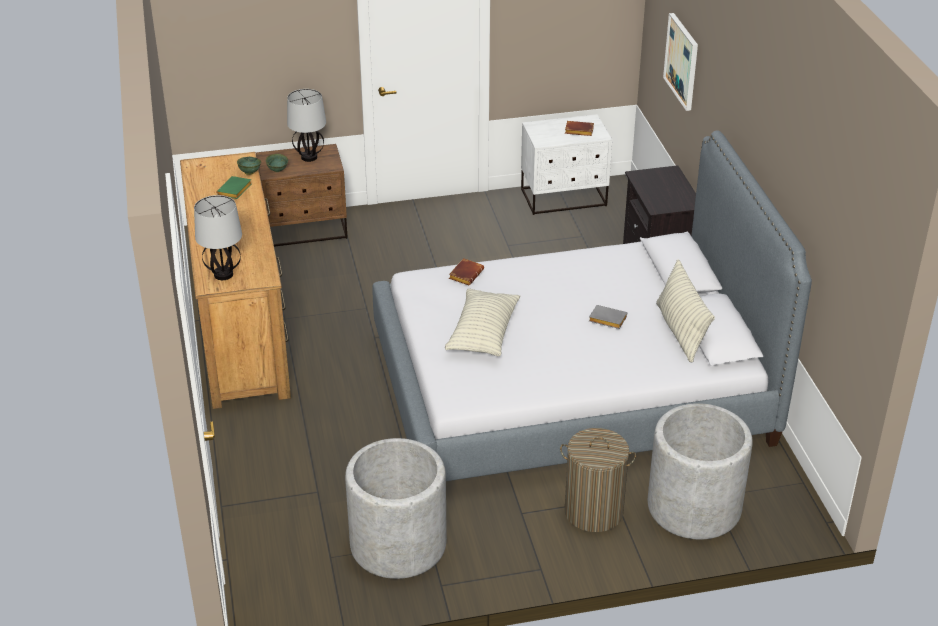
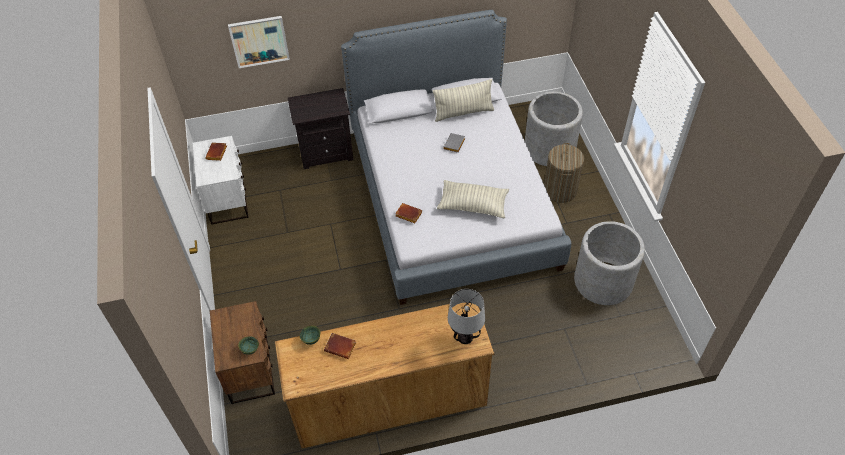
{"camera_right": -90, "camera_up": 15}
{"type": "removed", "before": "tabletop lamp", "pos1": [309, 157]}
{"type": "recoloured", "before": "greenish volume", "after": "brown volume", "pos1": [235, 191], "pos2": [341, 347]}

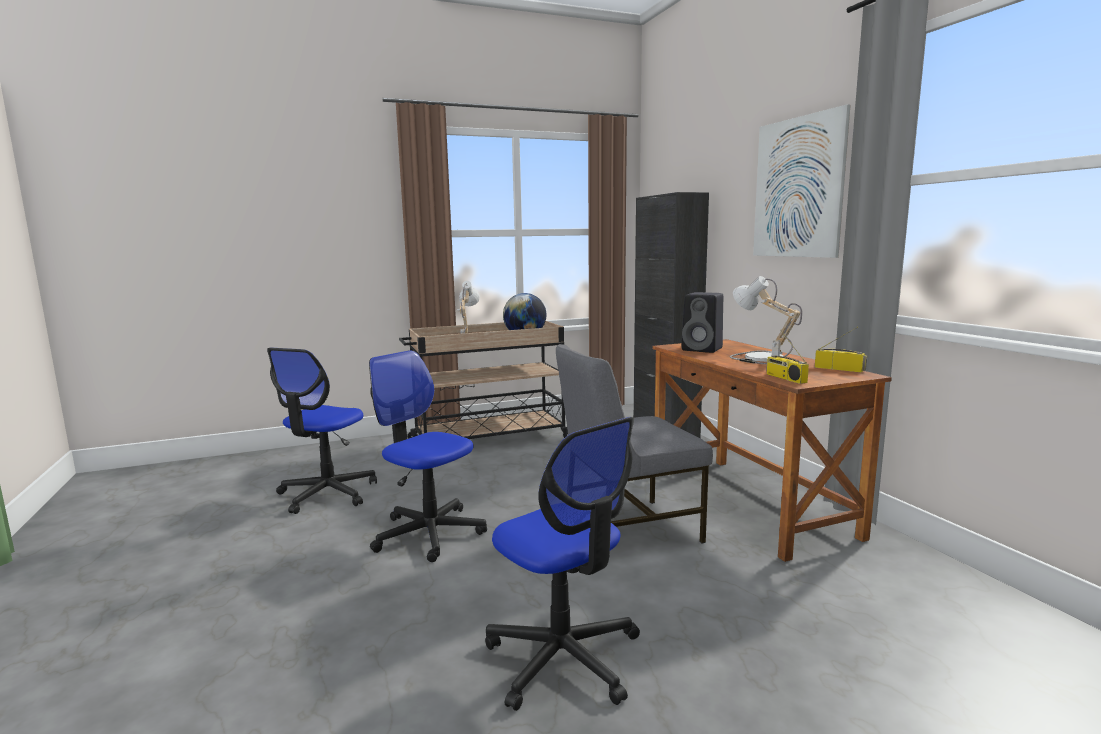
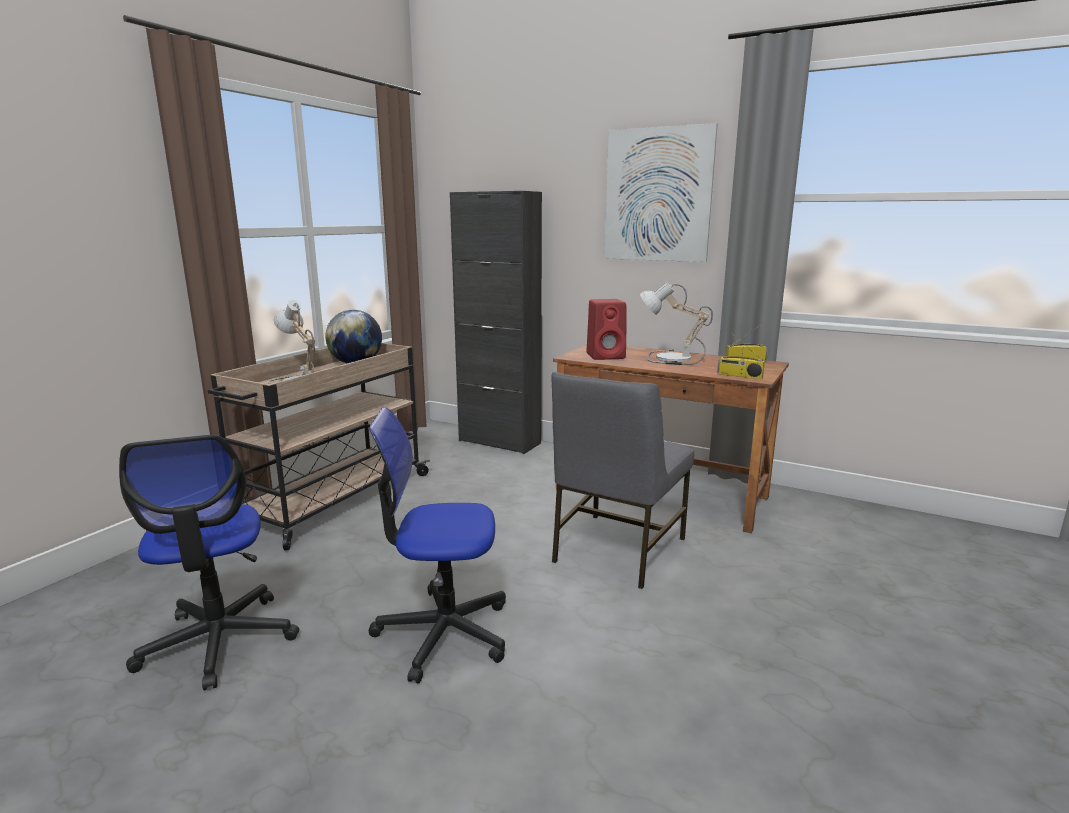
{"camera_right": -40, "camera_up": 5}
{"type": "removed", "before": "computer chair", "pos1": [564, 658]}
{"type": "recoloured", "before": "blackish audio speaker", "after": "red audio speaker", "pos1": [703, 349], "pos2": [607, 356]}

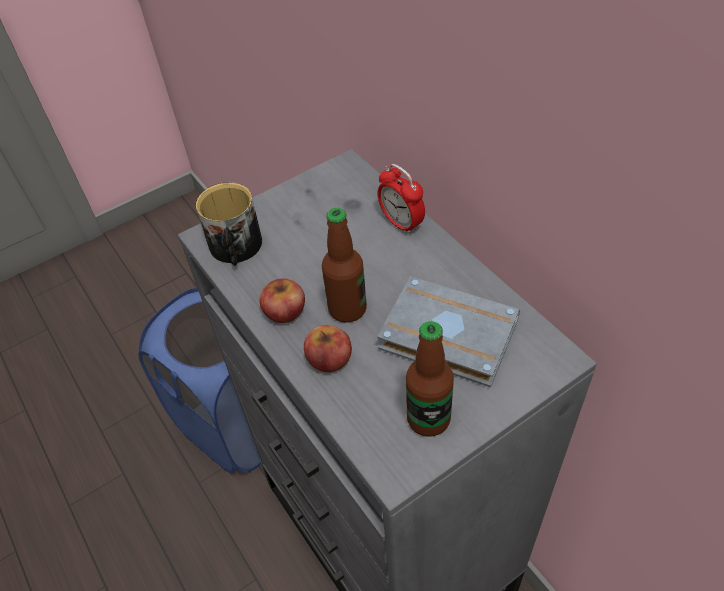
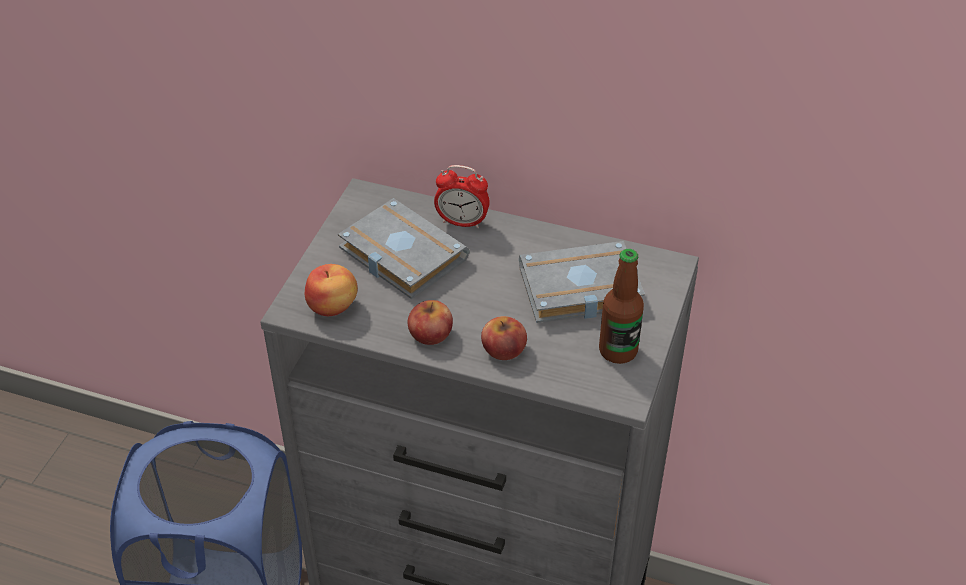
{"camera_right": -40, "camera_up": -5}
{"type": "removed", "before": "bottle", "pos1": [347, 309]}
{"type": "added", "after": "grey volume", "pos2": [399, 255]}
{"type": "replaced", "before": "mug", "after": "whole apple", "pos1": [236, 248], "pos2": [333, 307]}

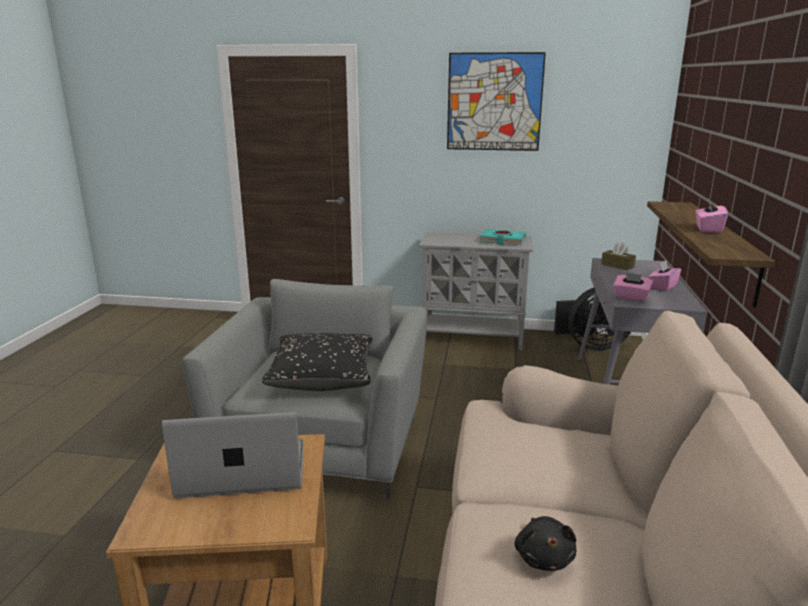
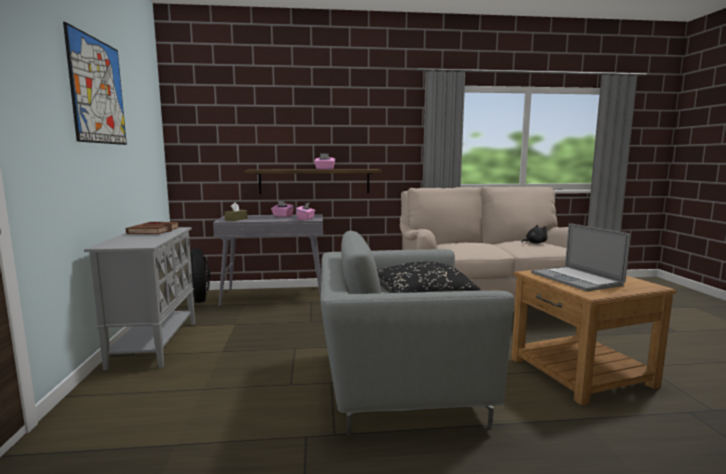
{"camera_right": -105, "camera_up": -10}
{"type": "recoloured", "before": "turquoise volume", "after": "brown volume", "pos1": [502, 240], "pos2": [154, 231]}

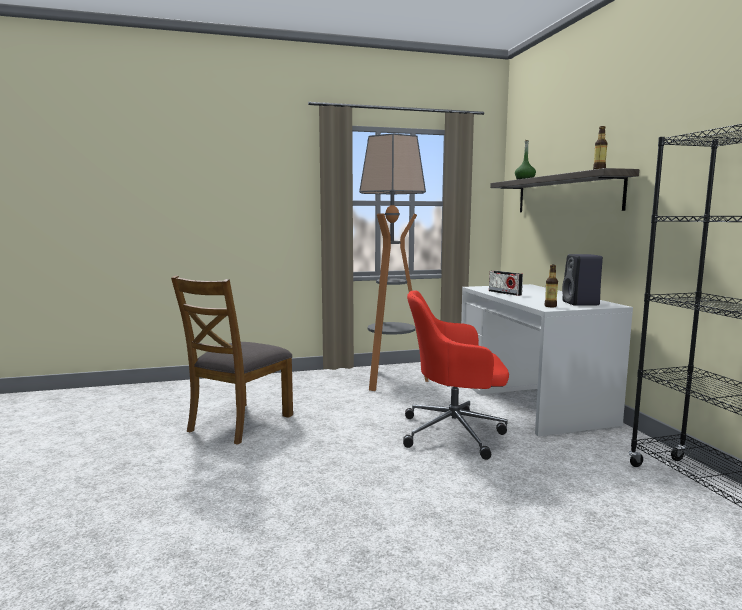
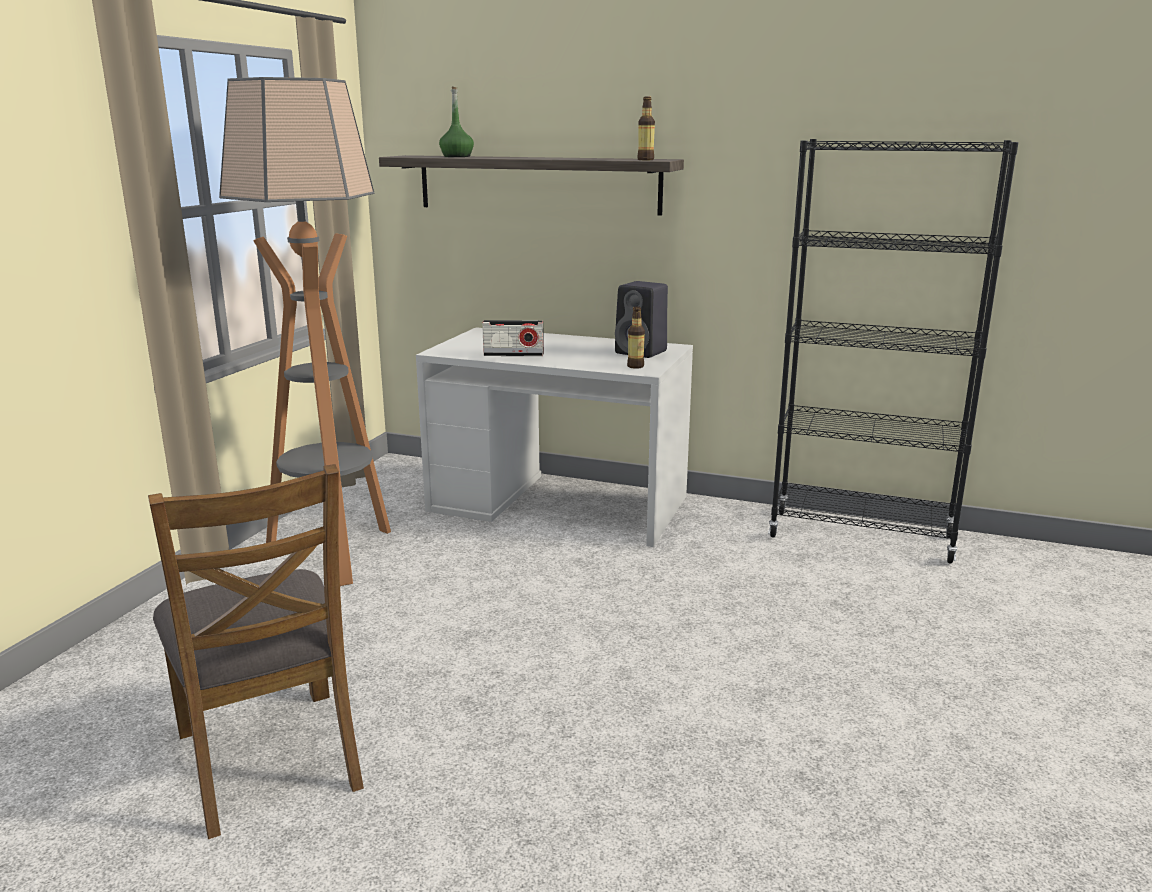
{"camera_right": -55, "camera_up": 10}
{"type": "removed", "before": "red computer chair", "pos1": [455, 433]}

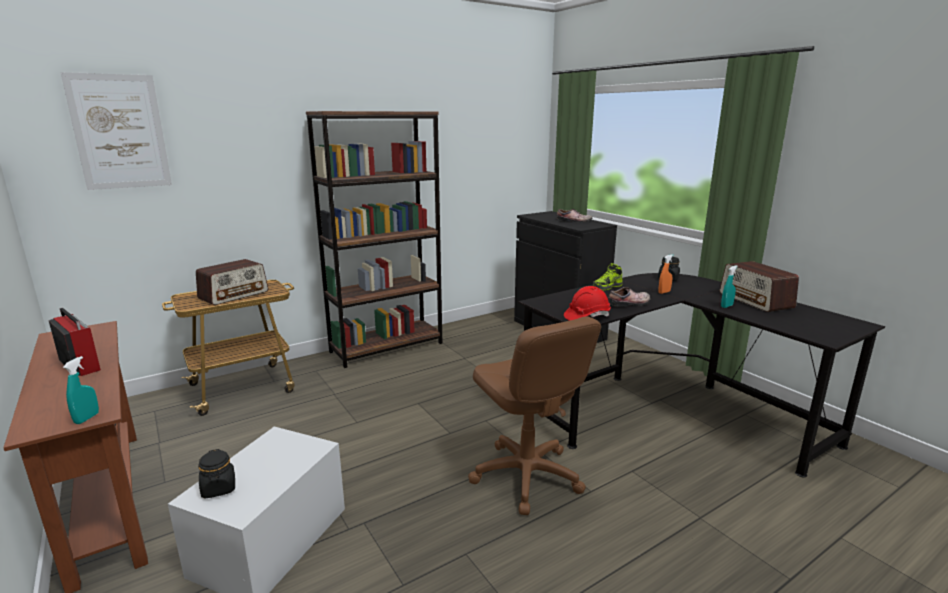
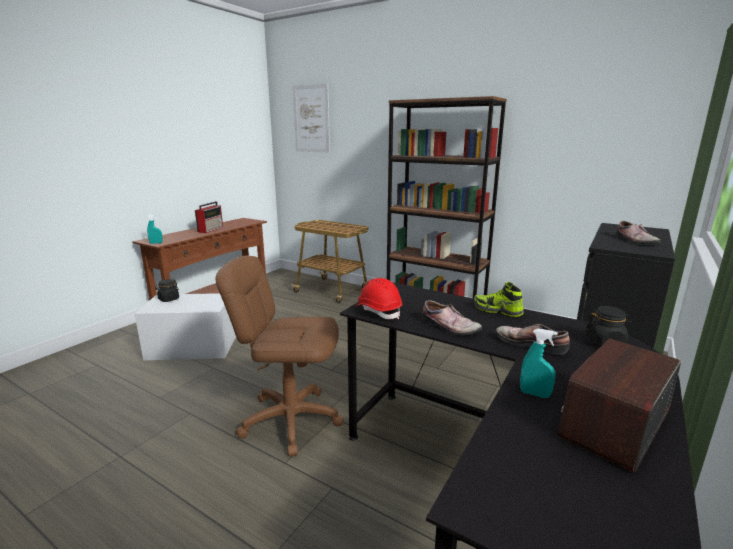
{"camera_right": 65, "camera_up": 0}
{"type": "removed", "before": "radio receiver", "pos1": [234, 295]}
{"type": "replaced", "before": "orange-coloured spray bottle", "after": "item of footwear", "pos1": [664, 292], "pos2": [531, 343]}
{"type": "turned", "before": "brown computer chair", "pos1": [526, 476], "pos2": [291, 419], "turn": 60}

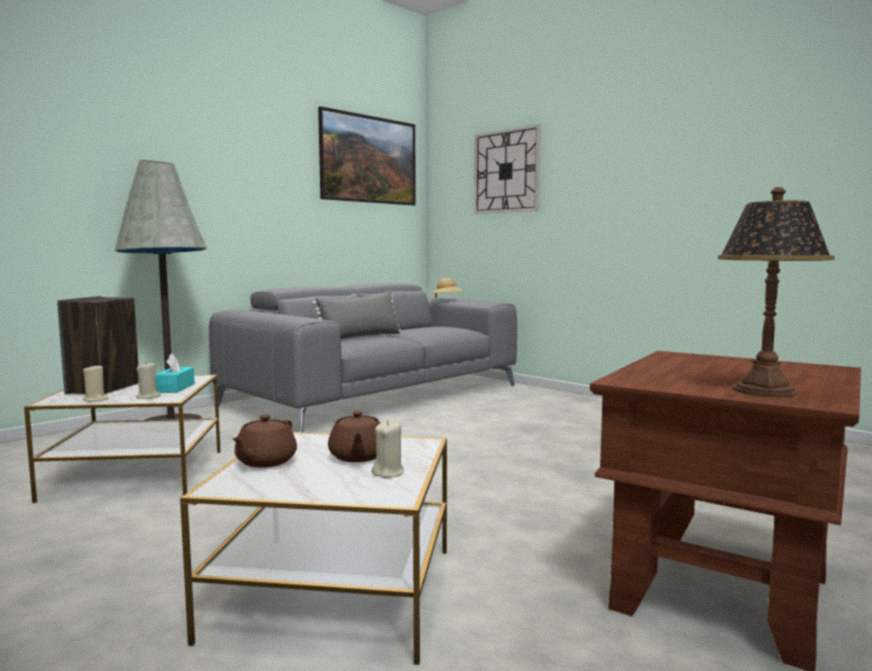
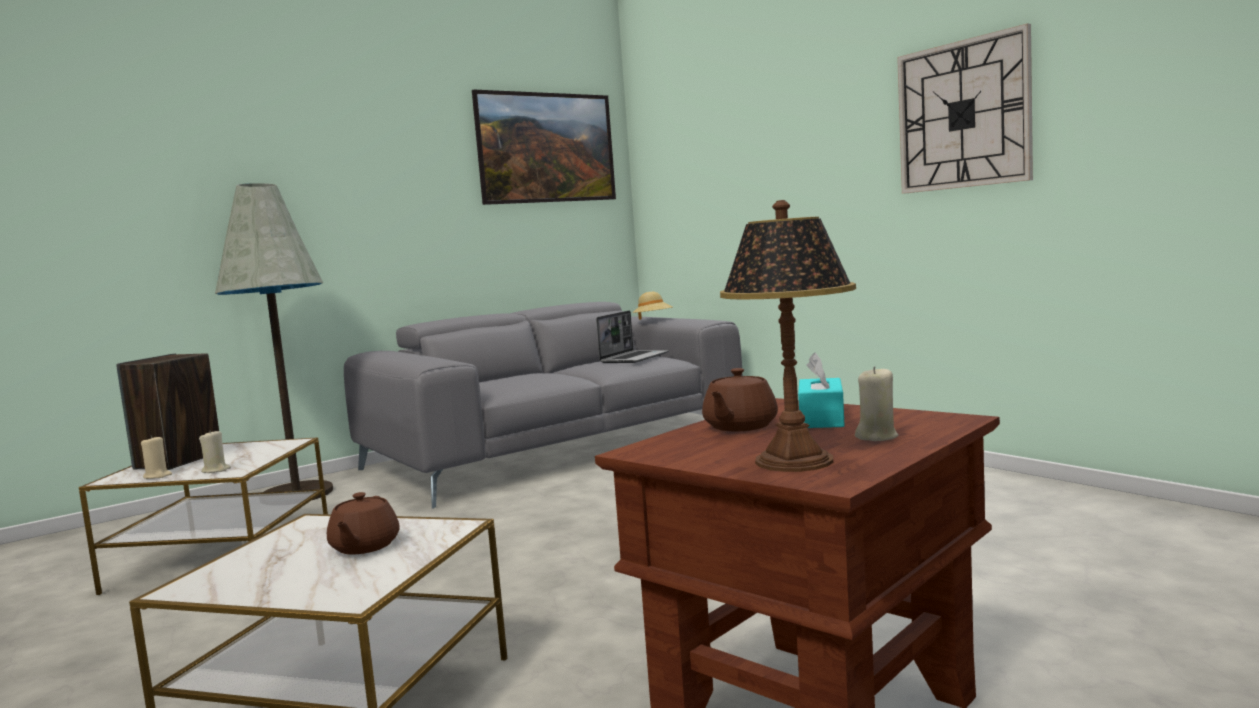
{"camera_right": 10, "camera_up": 0}
{"type": "removed", "before": "grey cushion", "pos1": [360, 337]}
{"type": "added", "after": "portable computer", "pos2": [634, 358]}
{"type": "moved", "before": "turquoise tissue holder", "pos1": [175, 388], "pos2": [821, 418]}
{"type": "moved", "before": "brown pot for tea", "pos1": [265, 462], "pos2": [739, 427]}
{"type": "moved", "before": "beige-coloured wax light", "pos1": [388, 473], "pos2": [877, 436]}
{"type": "moved", "before": "hanging clock", "pos1": [506, 171], "pos2": [963, 115]}

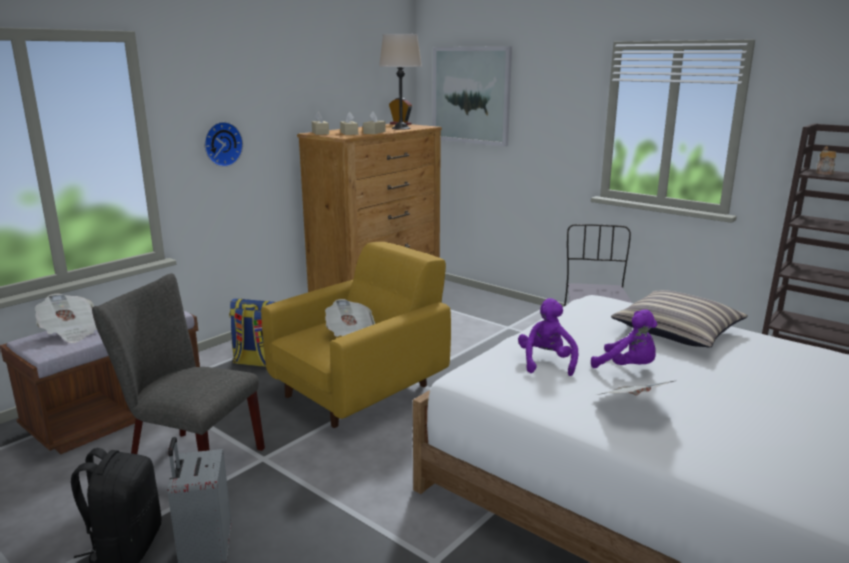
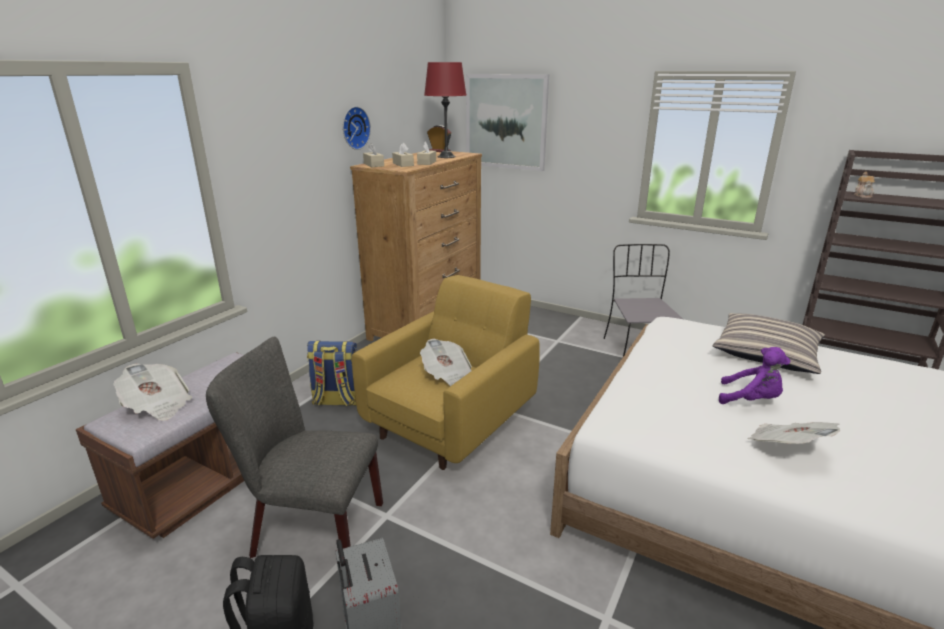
{"camera_right": -10, "camera_up": 5}
{"type": "removed", "before": "purple plush toy", "pos1": [546, 362]}
{"type": "moved", "before": "hanging clock", "pos1": [221, 144], "pos2": [354, 128]}
{"type": "recoloured", "before": "beige-coloured tabletop lamp", "after": "red tabletop lamp", "pos1": [401, 128], "pos2": [446, 156]}

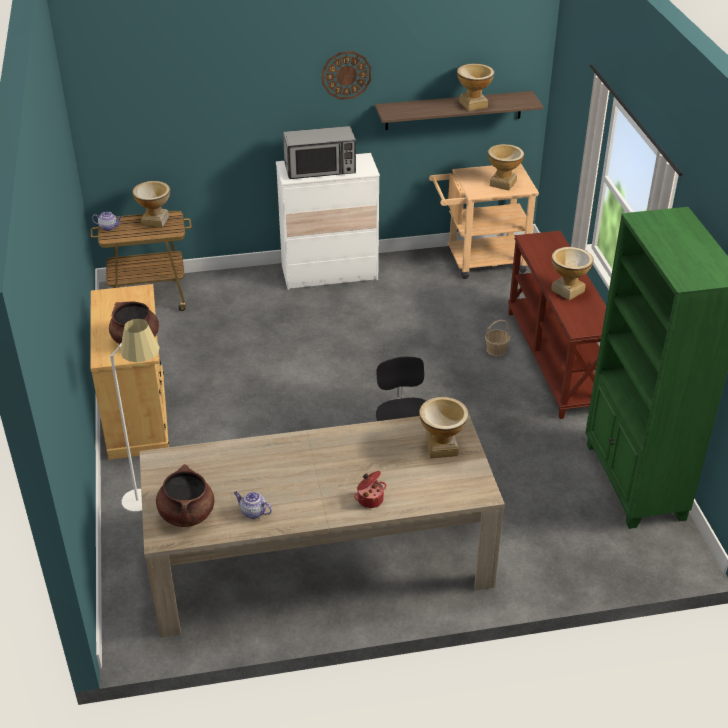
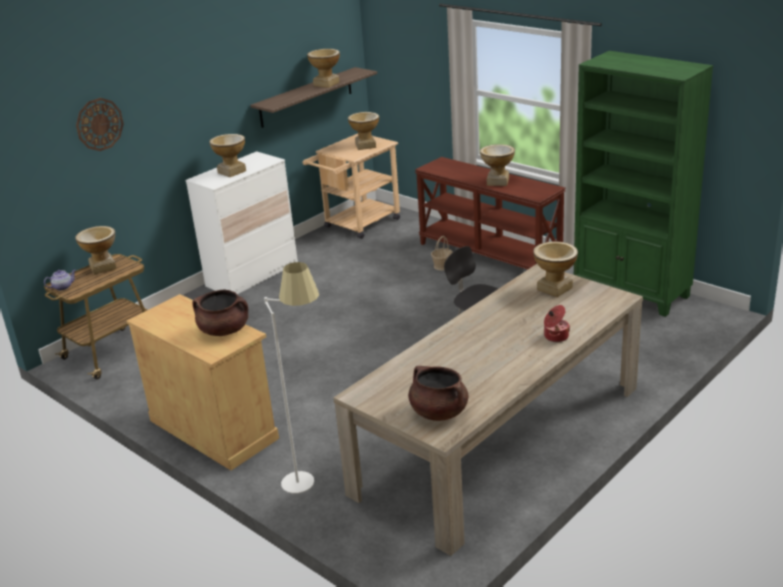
{"camera_right": -35, "camera_up": -10}
{"type": "removed", "before": "pot for tea", "pos1": [253, 512]}
{"type": "moved", "before": "hanging clock", "pos1": [346, 75], "pos2": [99, 124]}
{"type": "replaced", "before": "kitchen microwave", "after": "decorative vase", "pos1": [320, 169], "pos2": [232, 171]}

